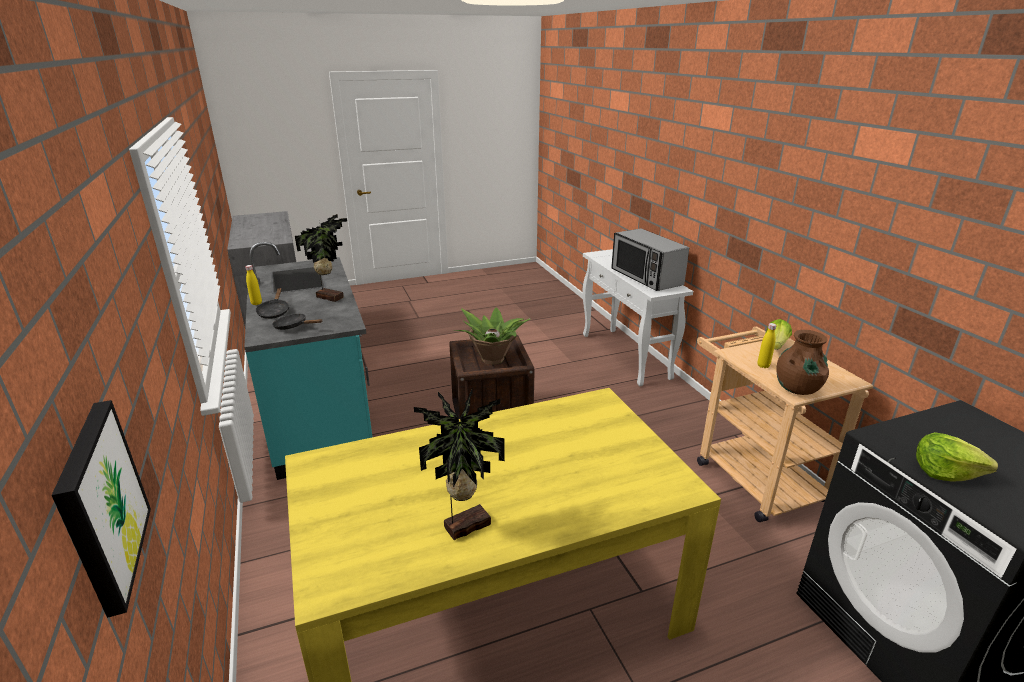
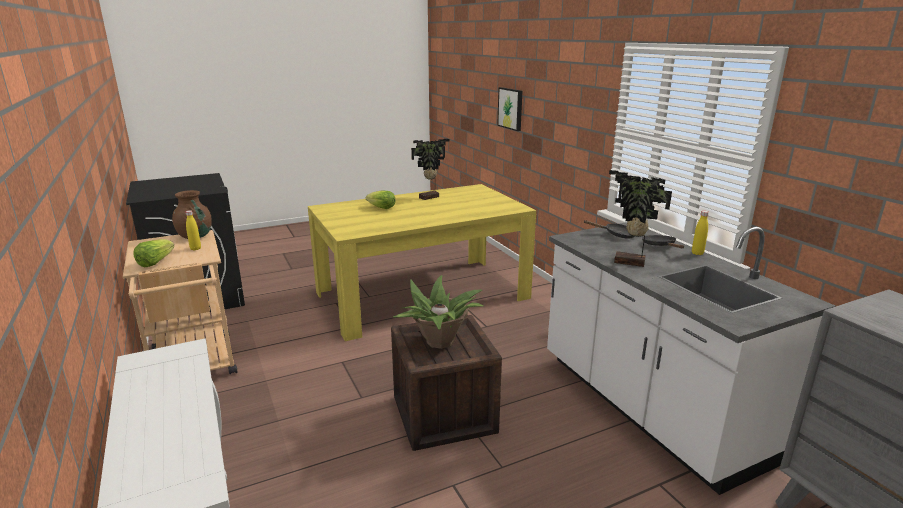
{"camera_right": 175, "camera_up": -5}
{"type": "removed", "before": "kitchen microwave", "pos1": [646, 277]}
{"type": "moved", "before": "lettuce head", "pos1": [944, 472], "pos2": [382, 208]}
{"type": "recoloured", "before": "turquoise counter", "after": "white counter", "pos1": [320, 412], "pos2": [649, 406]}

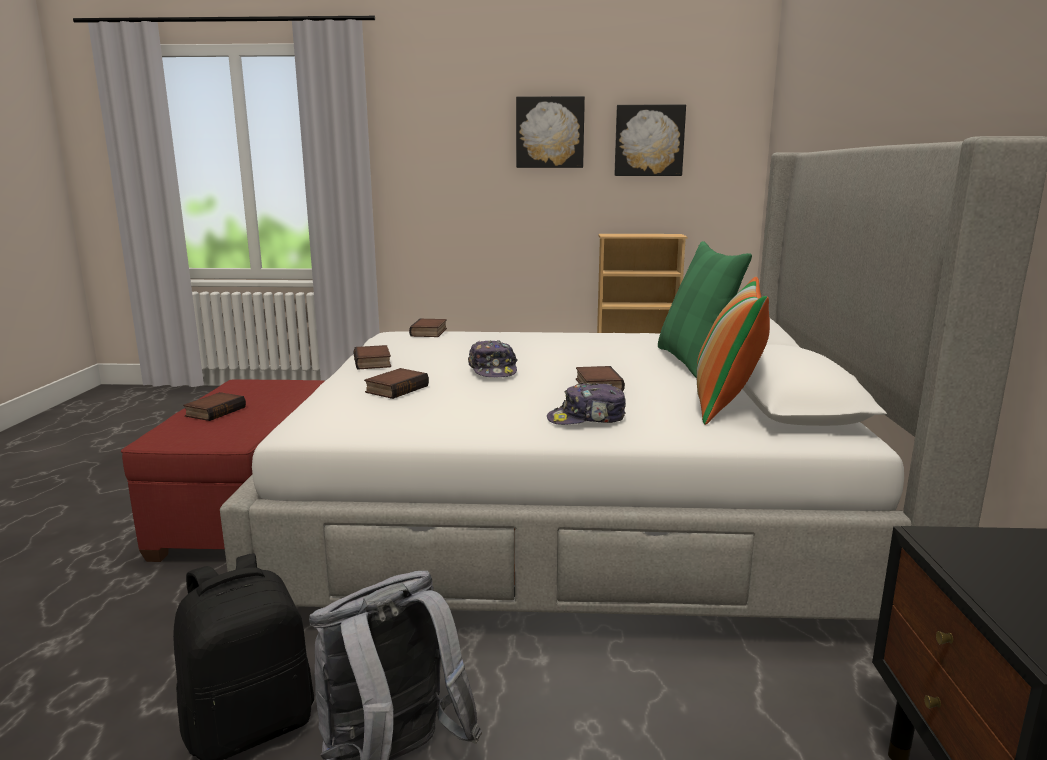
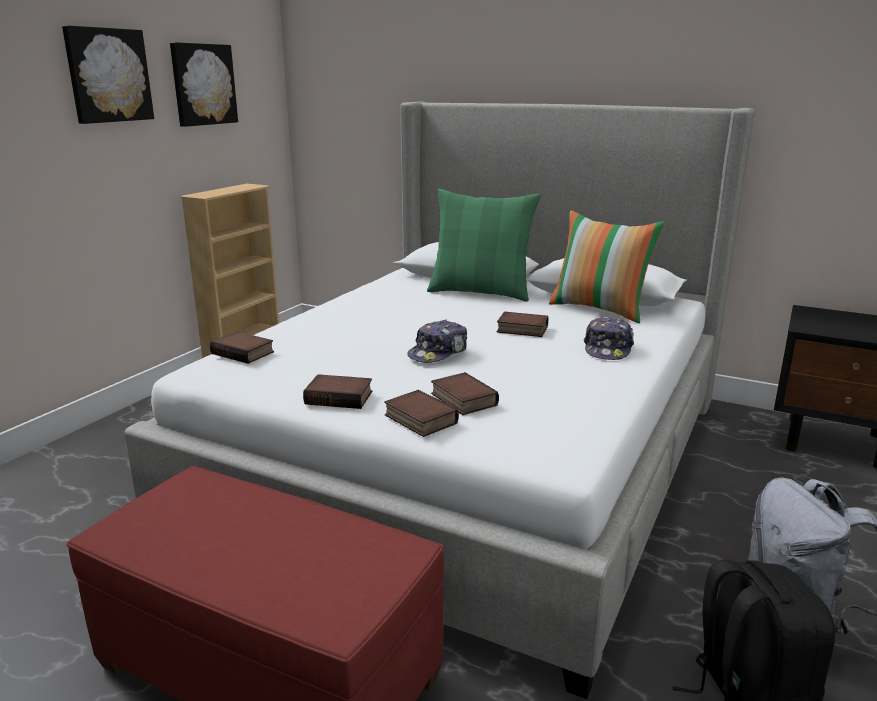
{"camera_right": -65, "camera_up": 5}
{"type": "moved", "before": "volume", "pos1": [215, 411], "pos2": [418, 419]}
{"type": "turned", "before": "cap", "pos1": [493, 370], "pos2": [438, 352], "turn": 120}

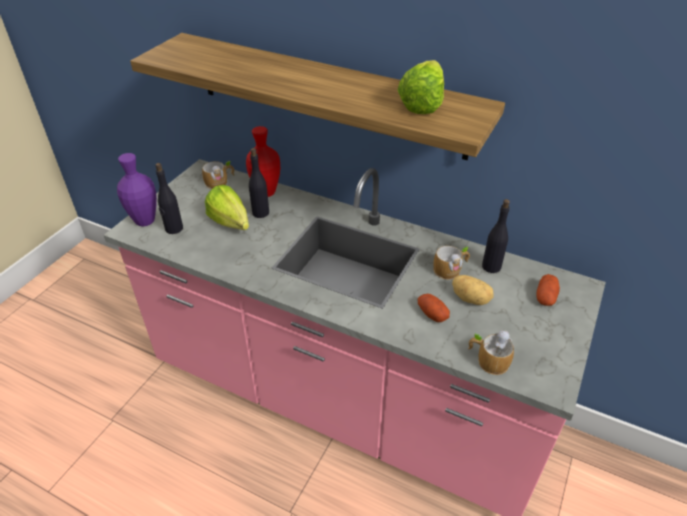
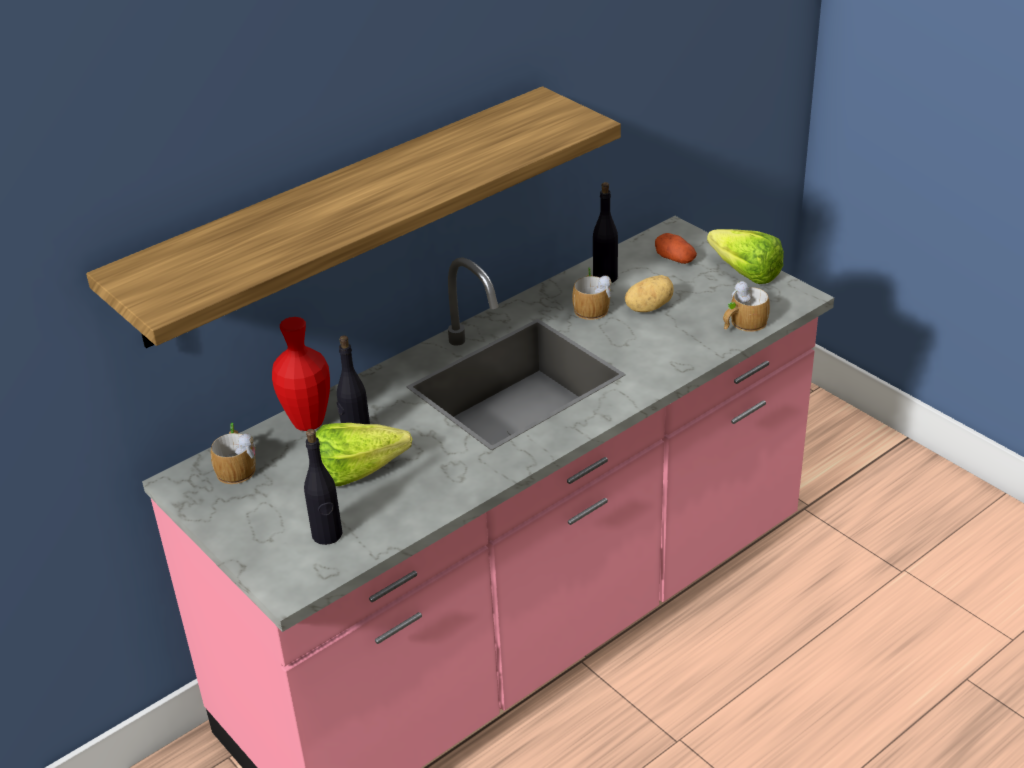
{"camera_right": -65, "camera_up": -5}
{"type": "removed", "before": "purple decorative vase", "pos1": [145, 221]}
{"type": "removed", "before": "spud", "pos1": [432, 314]}
{"type": "moved", "before": "lettuce head", "pos1": [425, 102], "pos2": [741, 270]}

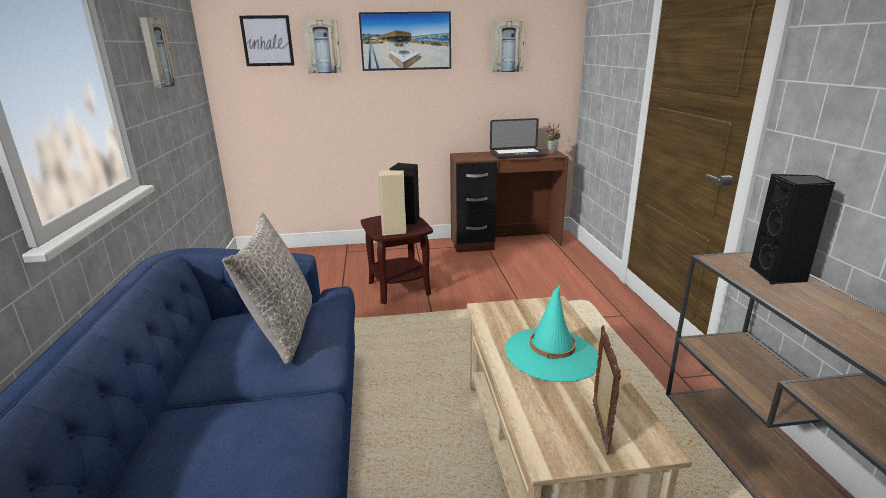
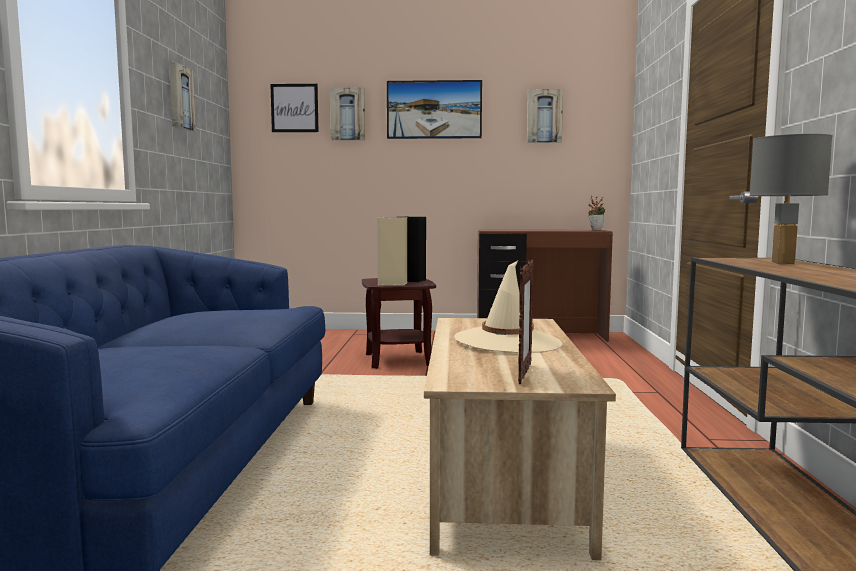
{"camera_right": 10, "camera_up": -15}
{"type": "removed", "before": "grey cushion", "pos1": [283, 330]}
{"type": "removed", "before": "portable computer", "pos1": [517, 154]}
{"type": "replaced", "before": "blackish audio speaker", "after": "grey tabletop lamp", "pos1": [779, 276], "pos2": [783, 263]}
{"type": "recoloured", "before": "turquoise clothing hat", "after": "beige-coloured clothing hat", "pos1": [552, 354], "pos2": [507, 342]}

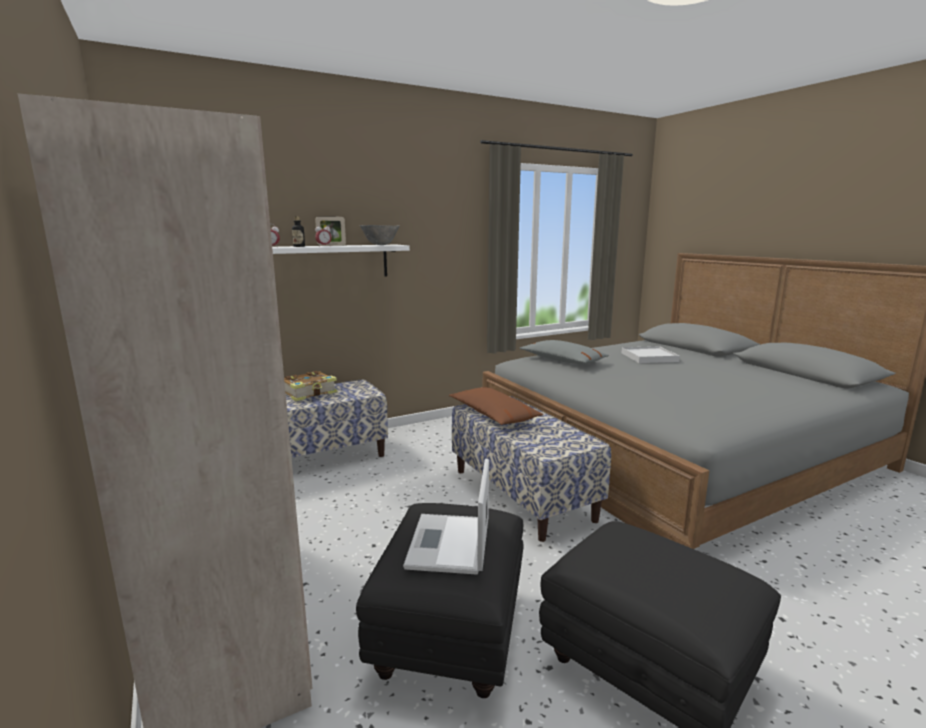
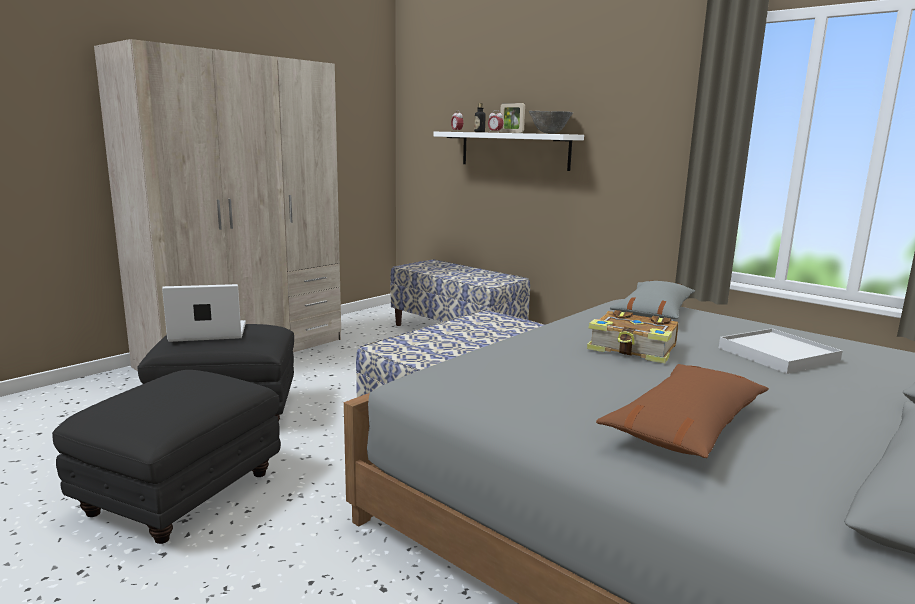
{"camera_right": 70, "camera_up": 0}
{"type": "moved", "before": "volume", "pos1": [310, 393], "pos2": [633, 349]}
{"type": "moved", "before": "brown cushion", "pos1": [493, 415], "pos2": [686, 426]}

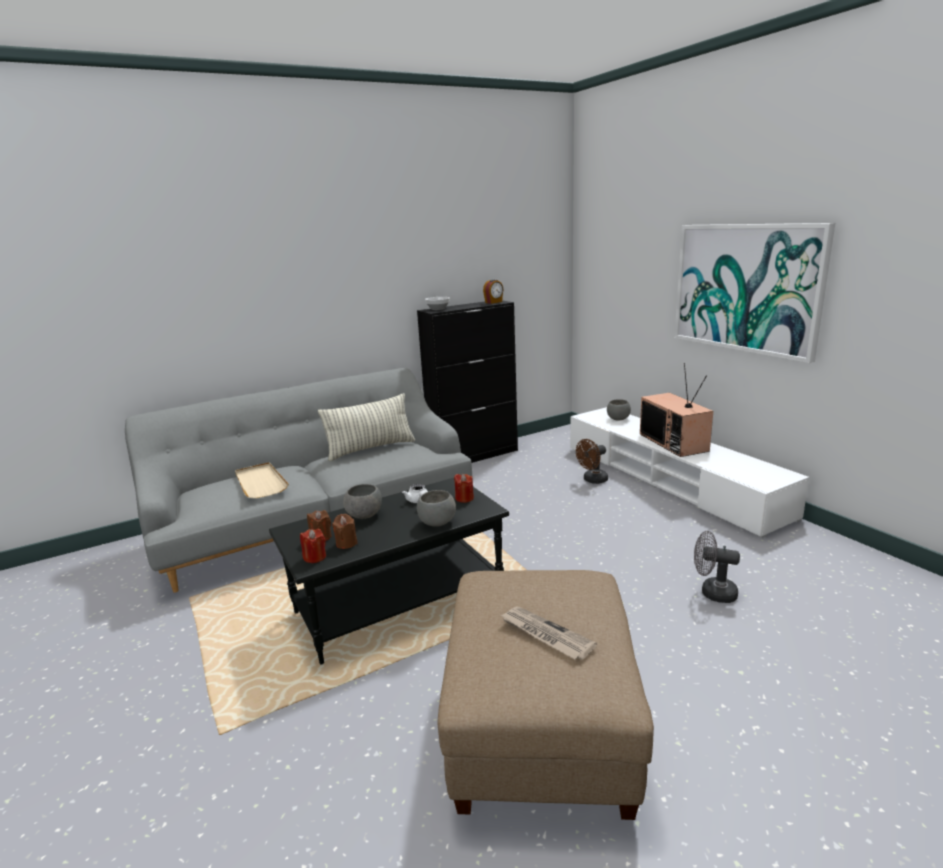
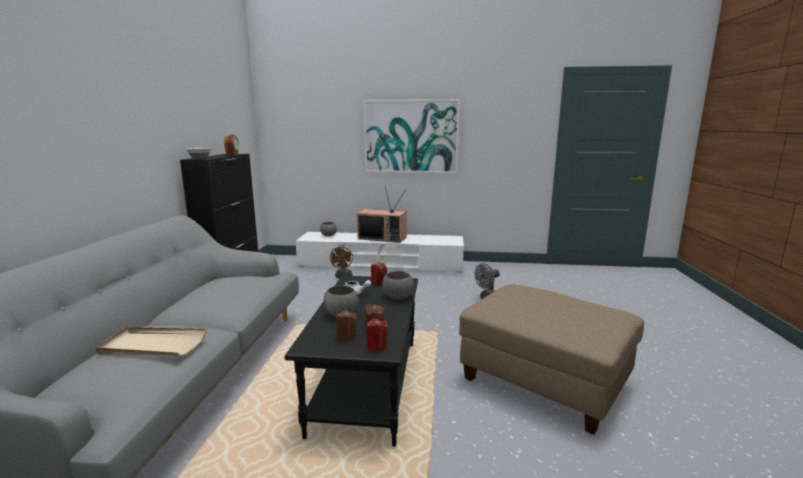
{"camera_right": -55, "camera_up": -5}
{"type": "removed", "before": "cushion", "pos1": [371, 449]}
{"type": "removed", "before": "newspaper", "pos1": [545, 635]}

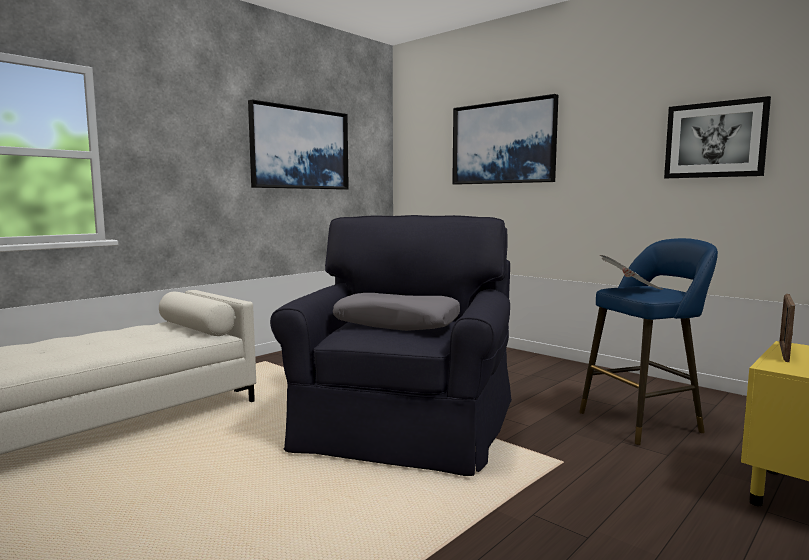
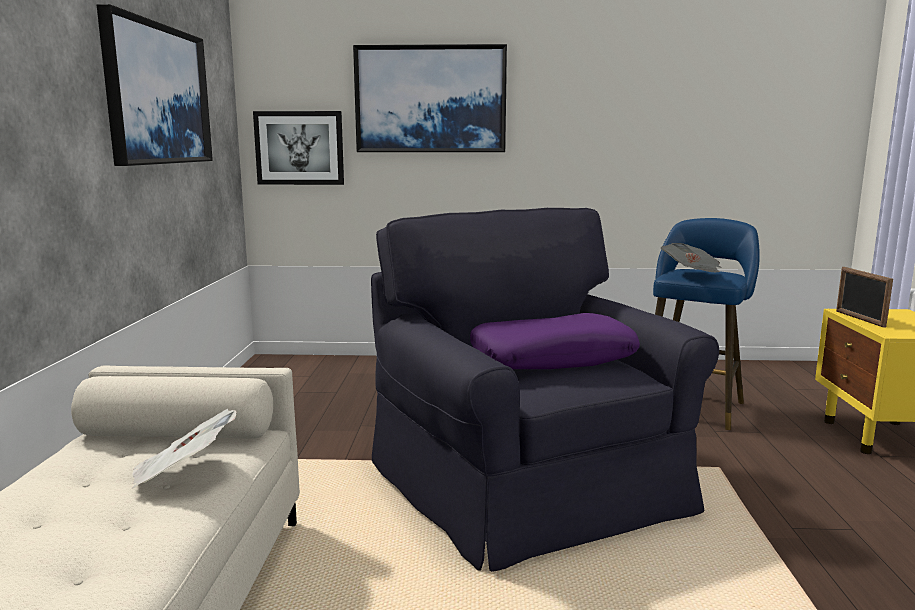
{"camera_right": -40, "camera_up": 5}
{"type": "added", "after": "newspaper", "pos2": [183, 474]}
{"type": "moved", "before": "wall art", "pos1": [715, 140], "pos2": [299, 148]}
{"type": "recoloured", "before": "grey cushion", "after": "purple cushion", "pos1": [397, 324], "pos2": [553, 358]}

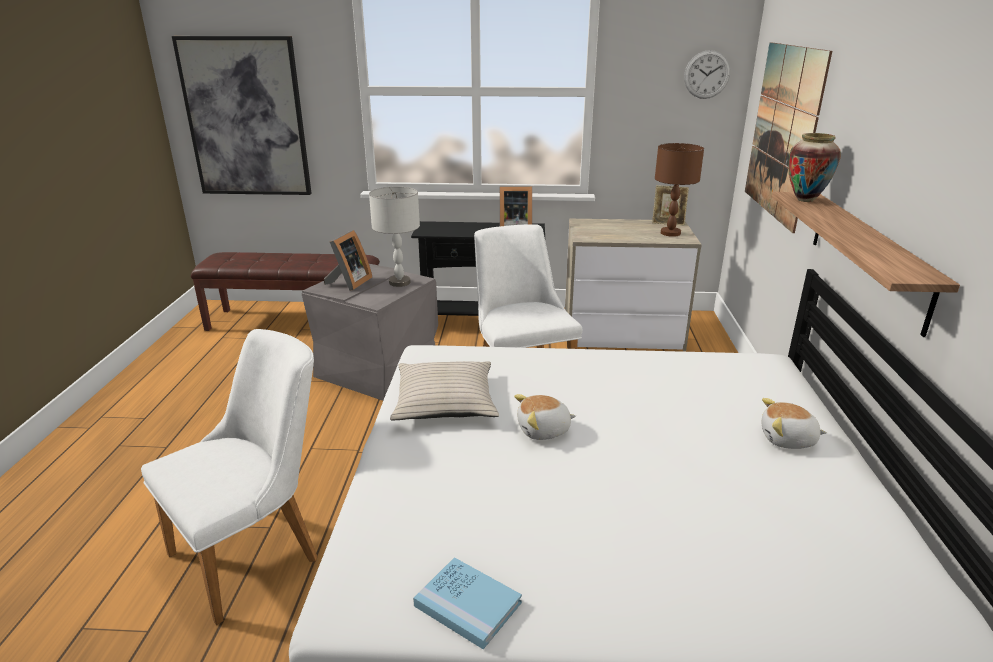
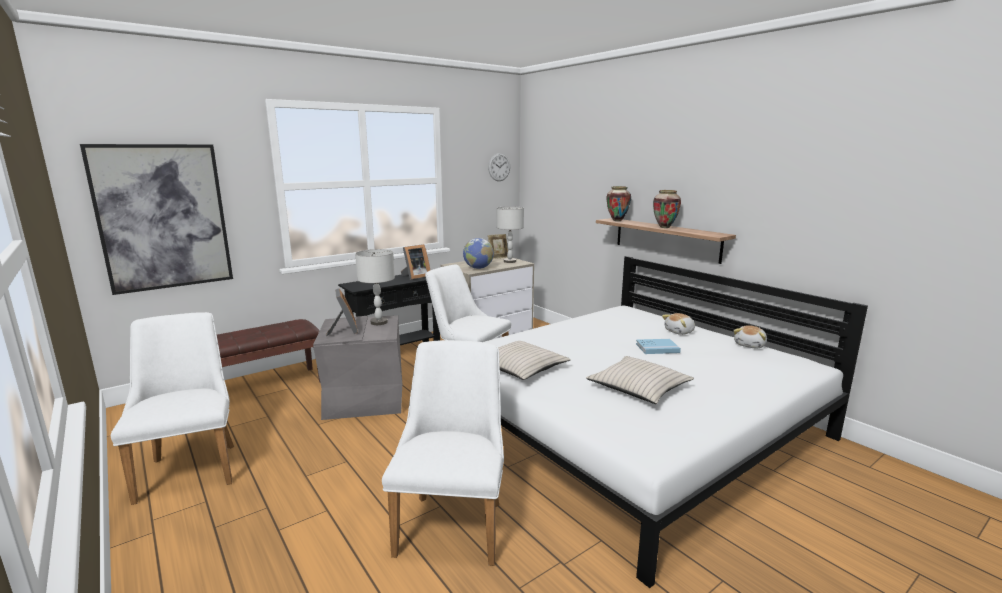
{"camera_right": -40, "camera_up": -10}
{"type": "removed", "before": "wall art", "pos1": [783, 132]}
{"type": "added", "after": "white chair", "pos2": [191, 466]}
{"type": "added", "after": "desk globe", "pos2": [478, 268]}
{"type": "added", "after": "beige-coloured cushion", "pos2": [638, 388]}
{"type": "added", "after": "decorative vase", "pos2": [664, 227]}
{"type": "moved", "before": "blue-coloured volume", "pos1": [467, 604], "pos2": [657, 348]}
{"type": "moved", "before": "plush toy", "pos1": [544, 430], "pos2": [750, 345]}
{"type": "recoloured", "before": "brown tabletop lamp", "after": "grey tabletop lamp", "pos1": [670, 233], "pos2": [509, 261]}

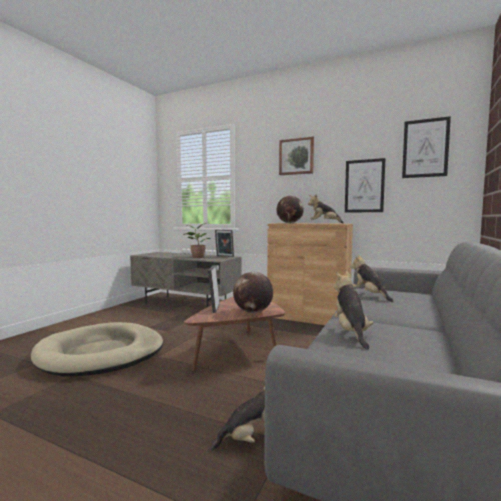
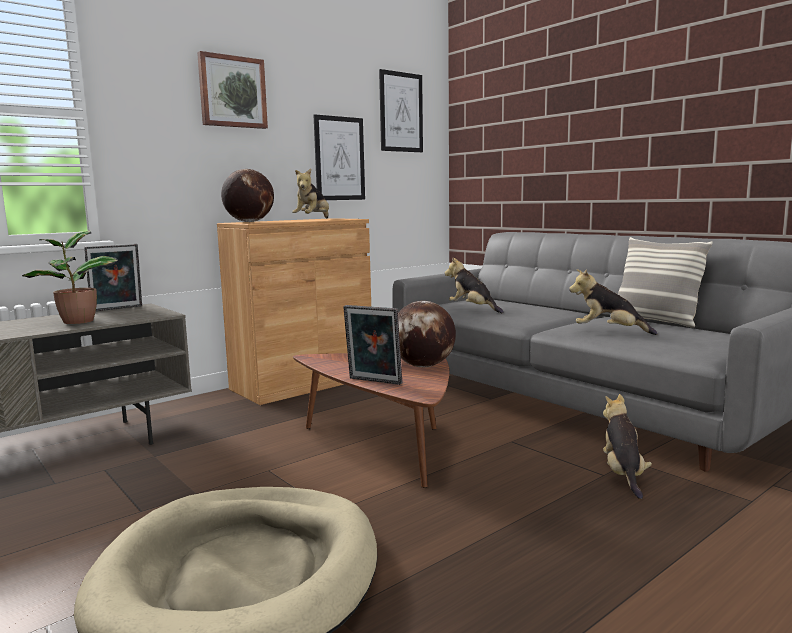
{"camera_right": -65, "camera_up": 5}
{"type": "added", "after": "cushion", "pos2": [655, 321]}
{"type": "turned", "before": "plush toy", "pos1": [370, 295], "pos2": [472, 309], "turn": 45}

